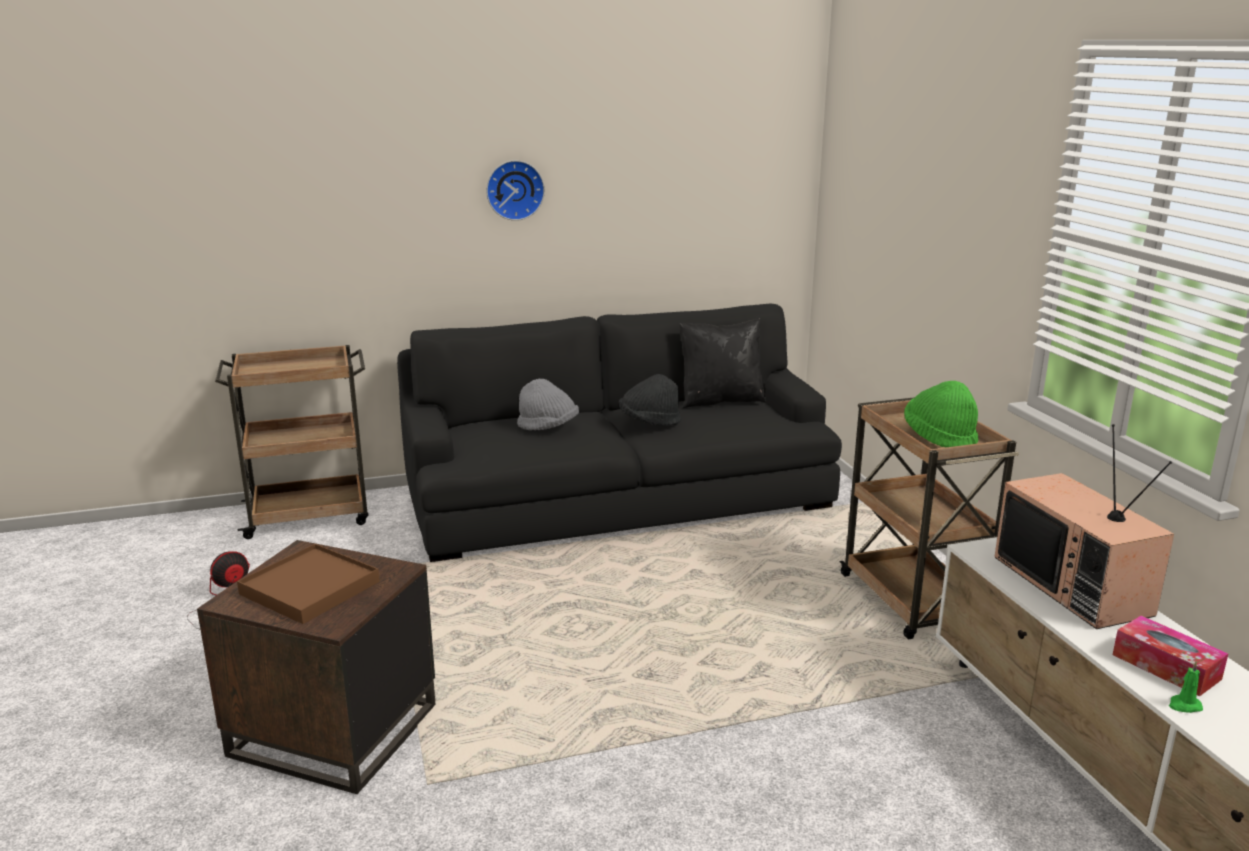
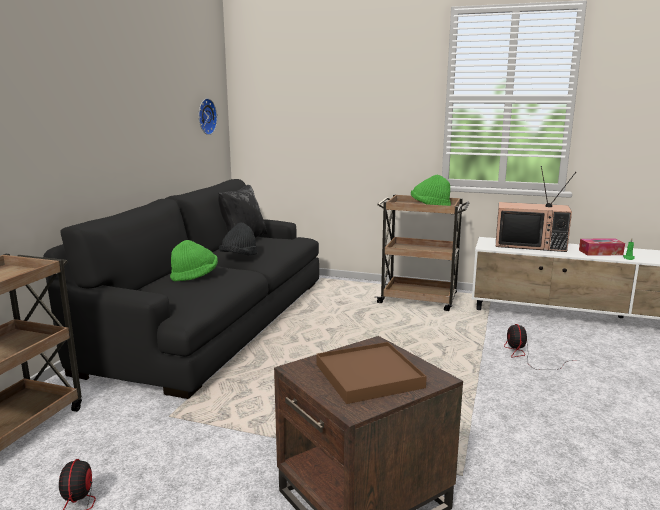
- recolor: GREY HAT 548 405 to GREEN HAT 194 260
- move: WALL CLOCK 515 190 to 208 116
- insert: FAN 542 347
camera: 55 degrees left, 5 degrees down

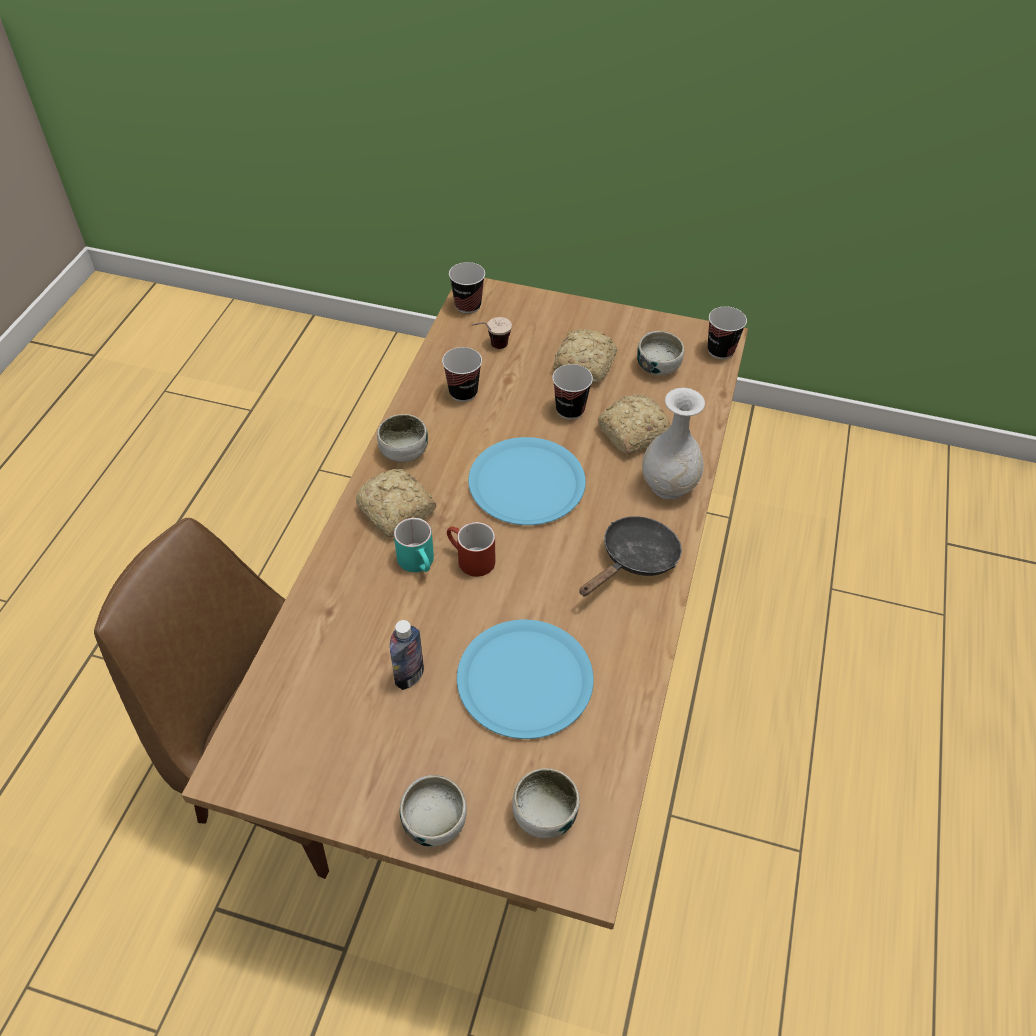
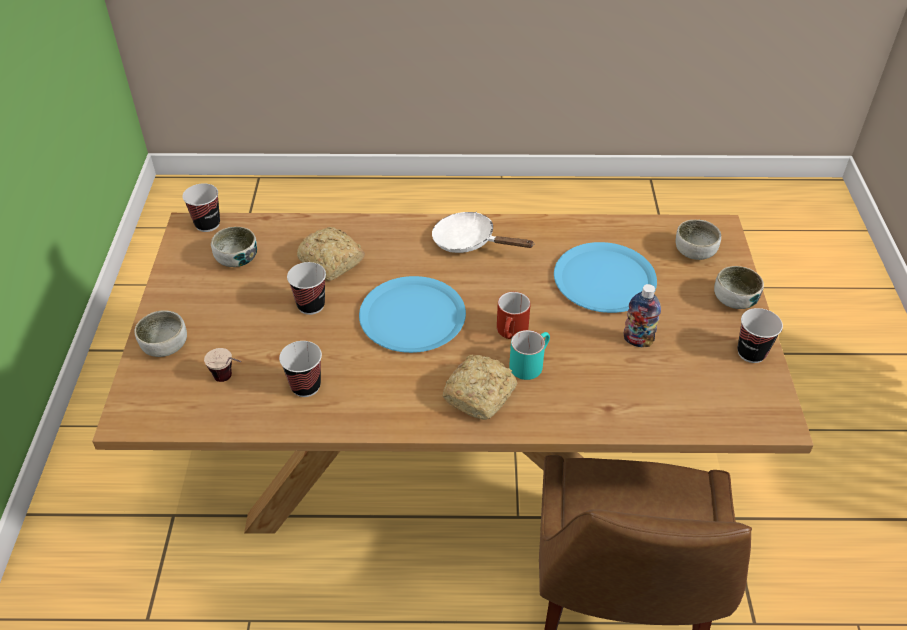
- move: BOWL 402 438 to 161 333
- recolor: BLACK FRYING PAN 630 556 to WHITE FRYING PAN 483 232
- move: CUP 467 288 to 760 335
- delete: BREAD 585 356
- delete: WHITE VASE 673 443
camera: 105 degrees left, 5 degrees down

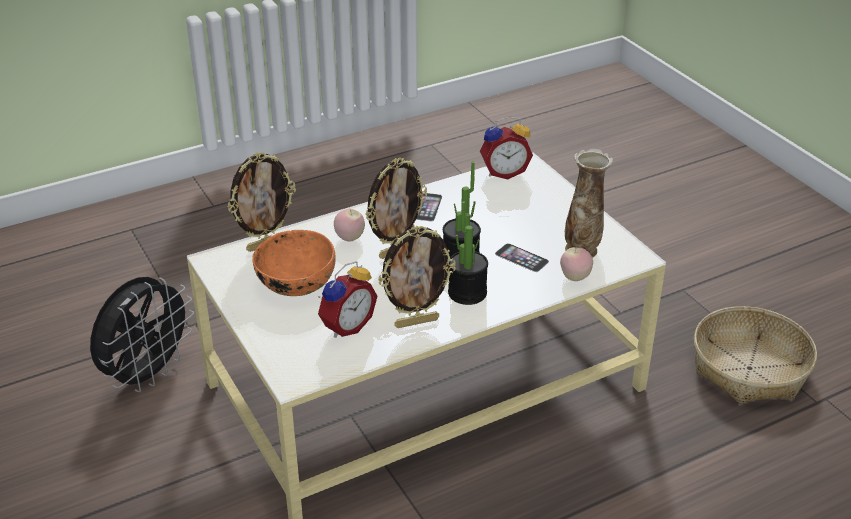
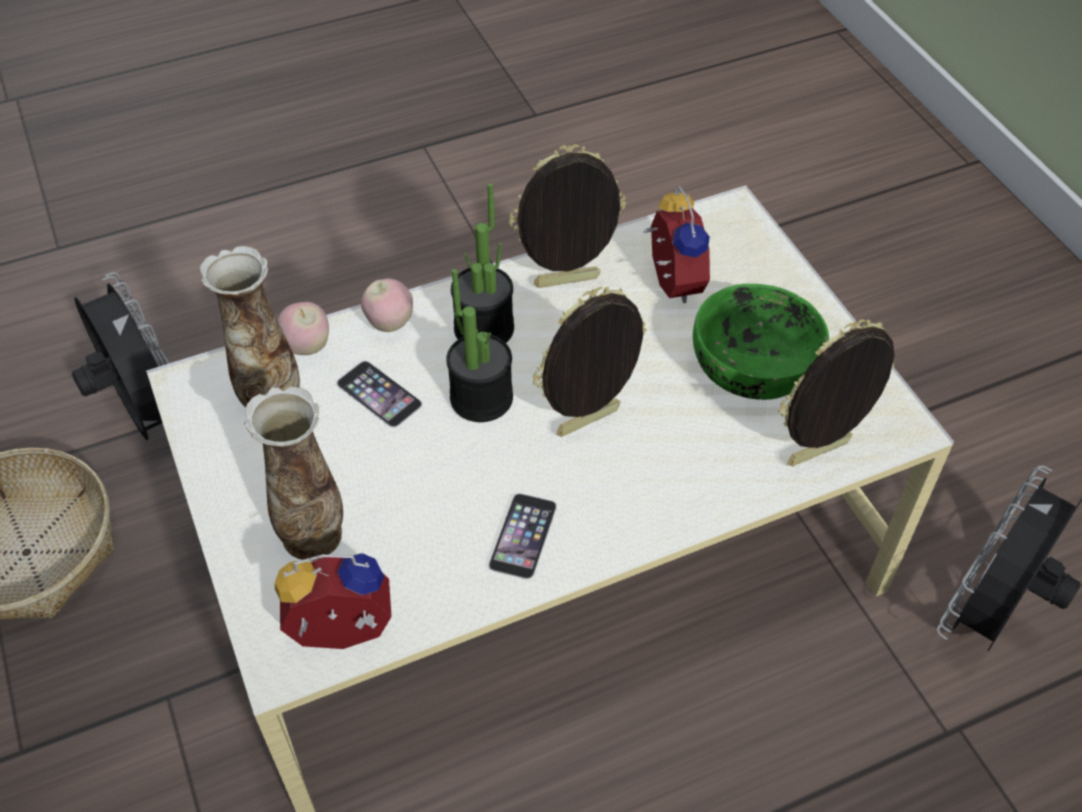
- insert: BLACK FAN 120 356
- insert: VASE 293 474
- move: APPLE 349 225 to 387 305
- rotate: ALARM CLOCK 348 299 = 677 245 120 degrees clockwise
- recolor: ORANGE BOWL 293 263 to GREEN BOWL 761 342
camera: 175 degrees left, 15 degrees up

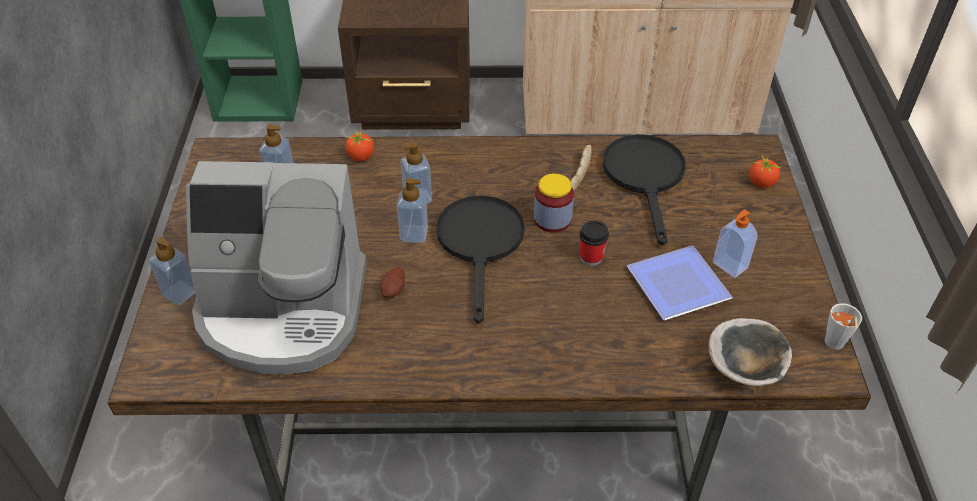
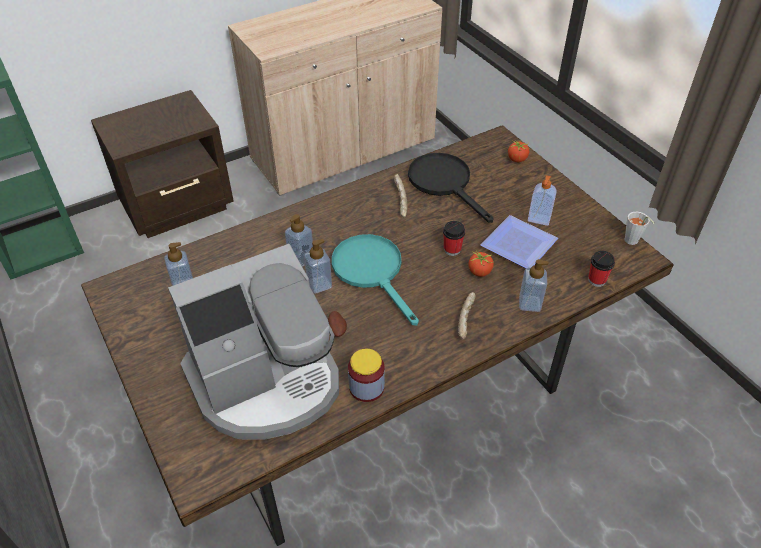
- recolor: BLACK FRYING PAN 480 259 to TURQUOISE FRYING PAN 375 280
- move: JAR 554 202 to 366 375
- insert: BREAD 466 315
- move: TOMATO 359 146 to 481 263
- move: SOAP DISPENSER 172 271 to 534 285
- replace: BOWL 750 352 to CUP 601 269
camera: 30 degrees left, 0 degrees up

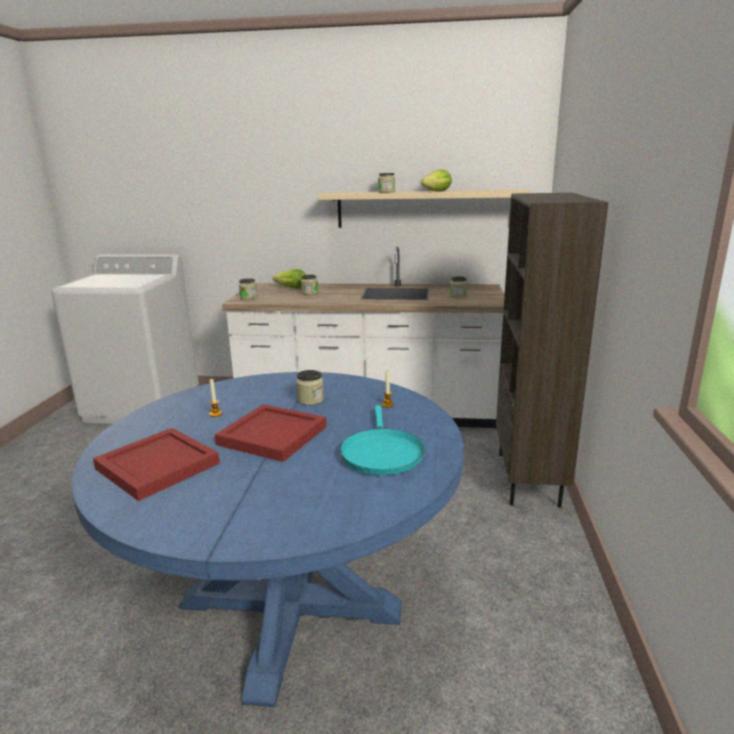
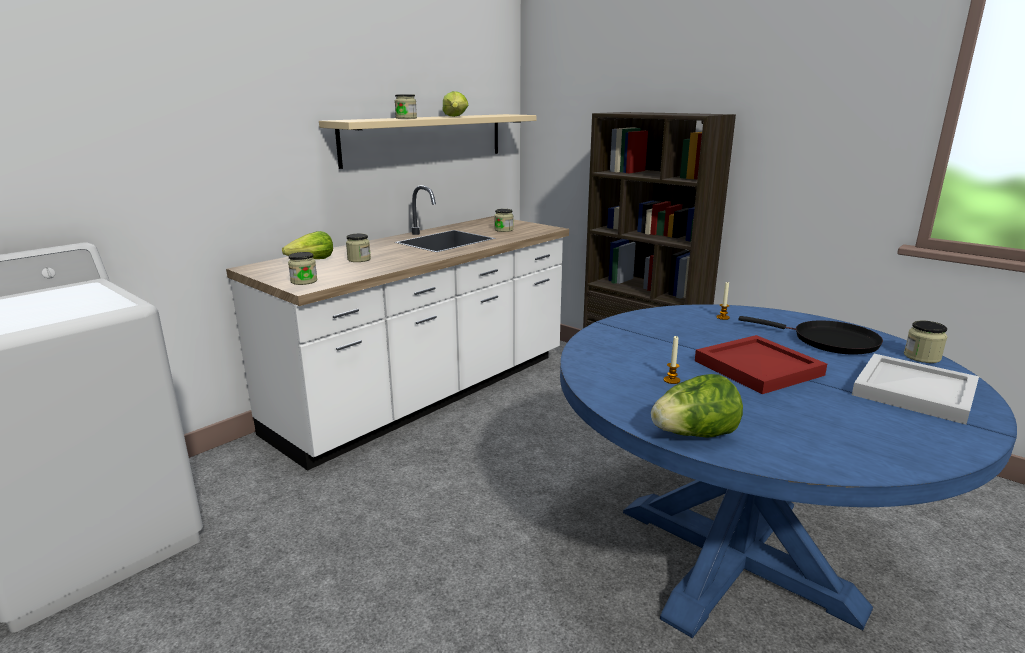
- insert: LETTUCE 697 406
- recolor: TURQUOISE FRYING PAN 382 440 to BLACK FRYING PAN 810 335
- insert: WHITE TRAY 915 389
- move: JAR 310 387 to 925 341
- delete: RED TRAY 156 464
camera: 55 degrees left, 0 degrees up

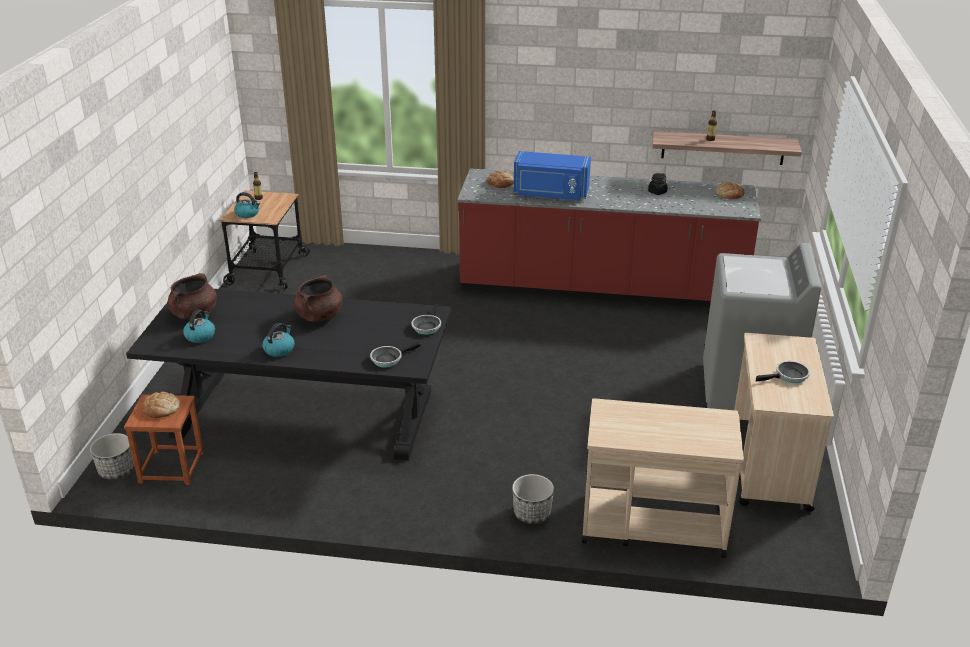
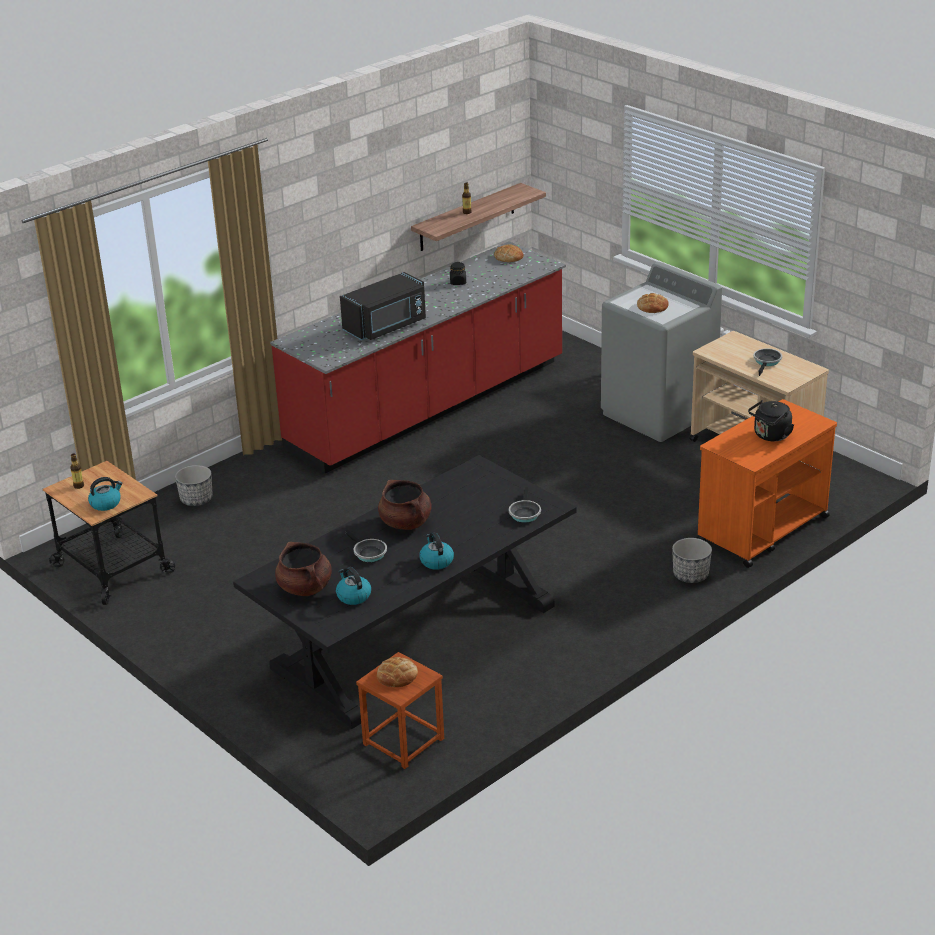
- move: PLANTER 112 456 to 194 485
- recolor: BLUE MICROWAVE 552 175 to BLACK MICROWAVE 383 306
- move: FRYING PAN 426 319 to 366 546
- move: BREAD 500 179 to 653 303
- recolor: BEIGE CART 663 478 to ORANGE CART 767 483
- insert: BLACK KETTLE 771 420
camera: 50 degrees left, 0 degrees up

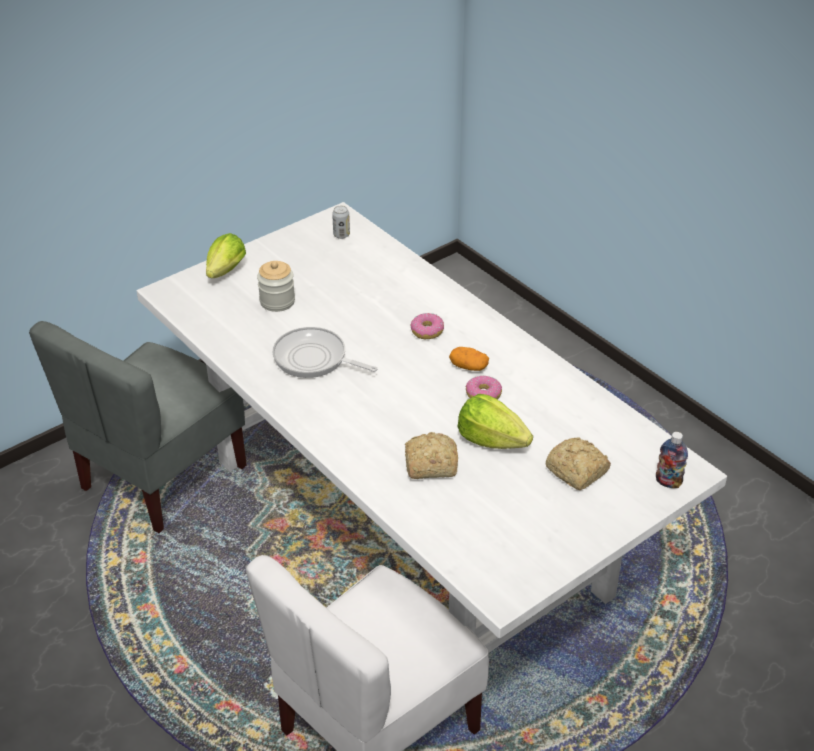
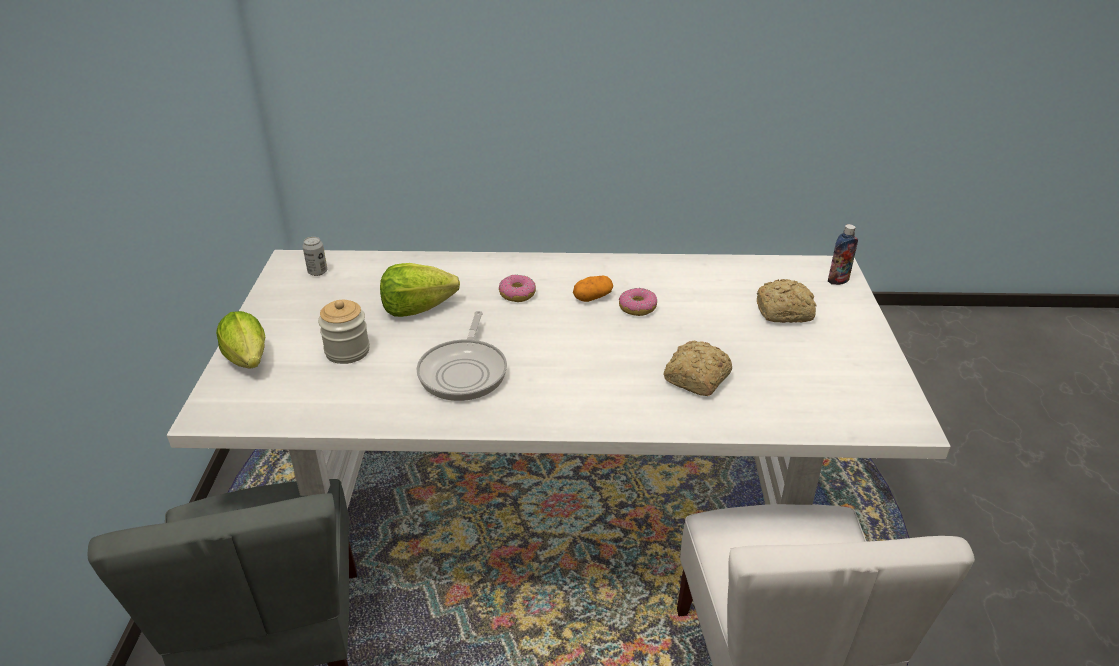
- move: LETTUCE 495 421 to 420 290
- rotate: FRYING PAN 325 352 = 462 356 60 degrees counterclockwise
camera: 50 degrees left, 5 degrees down

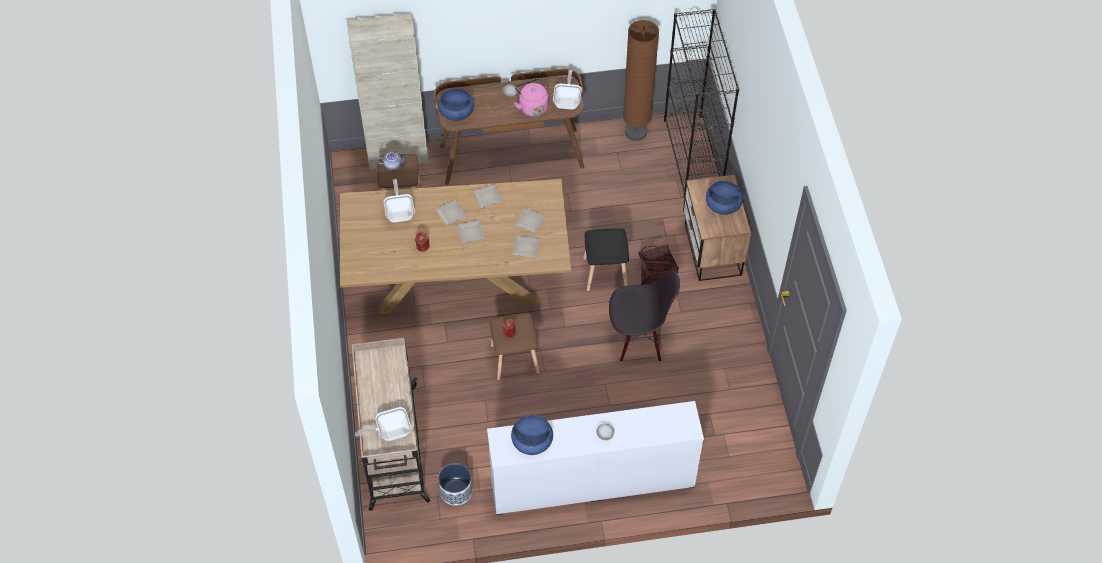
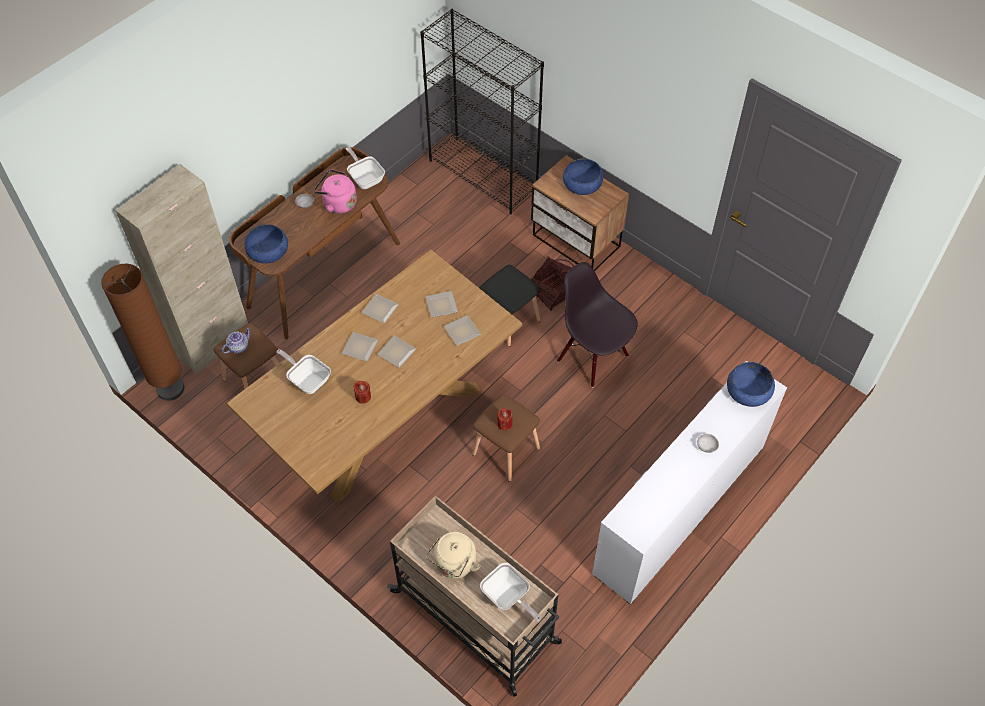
- move: BROWN FLOOR LAMP 641 80 to 142 332
- insert: BEIGE KETTLE 453 555
- rotate: FRYING PAN 383 424 = 510 592 75 degrees counterclockwise
- rotate: BLACK CHAIR 644 316 = 597 324 90 degrees counterclockwise
- move: BLUE BOWL 532 435 to 751 384
- delete: PLANTER 455 484
camera: 40 degrees left, 0 degrees up

